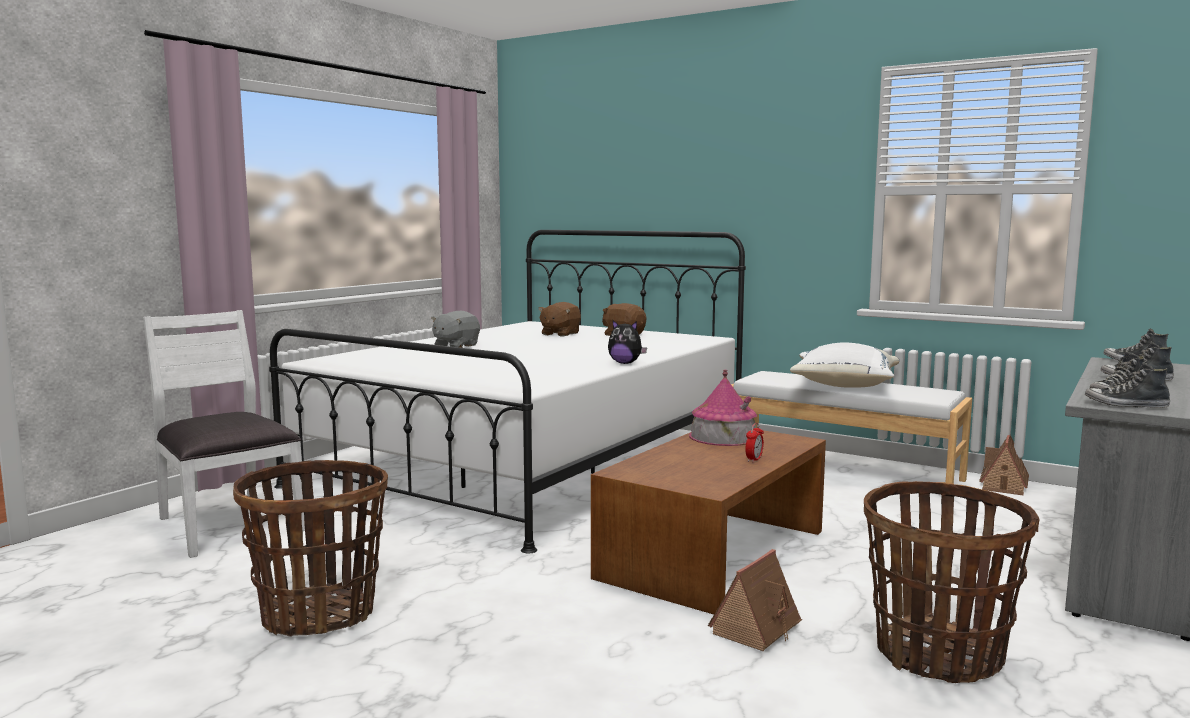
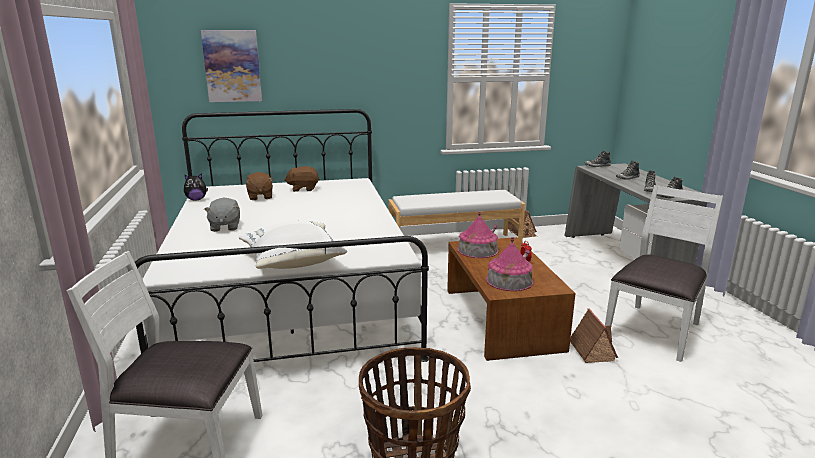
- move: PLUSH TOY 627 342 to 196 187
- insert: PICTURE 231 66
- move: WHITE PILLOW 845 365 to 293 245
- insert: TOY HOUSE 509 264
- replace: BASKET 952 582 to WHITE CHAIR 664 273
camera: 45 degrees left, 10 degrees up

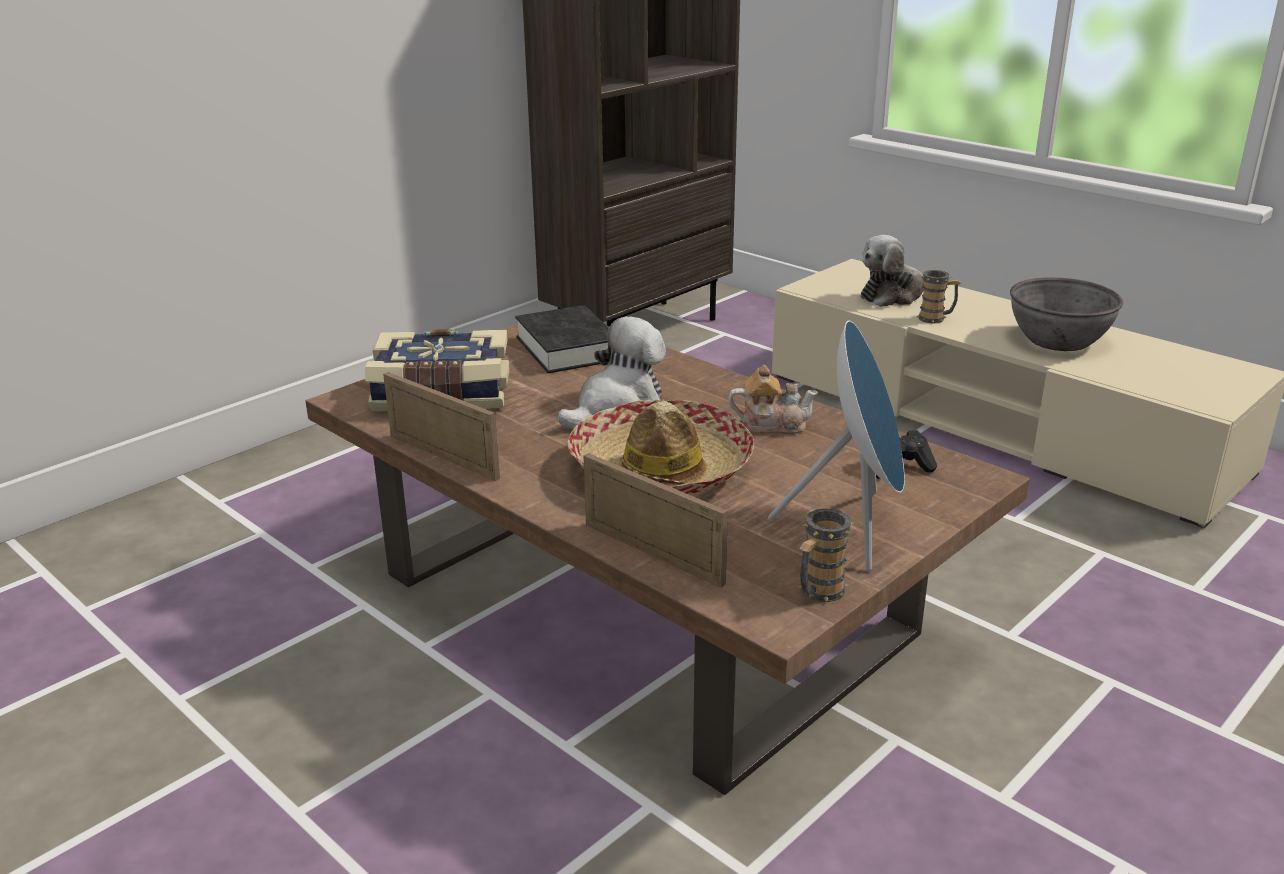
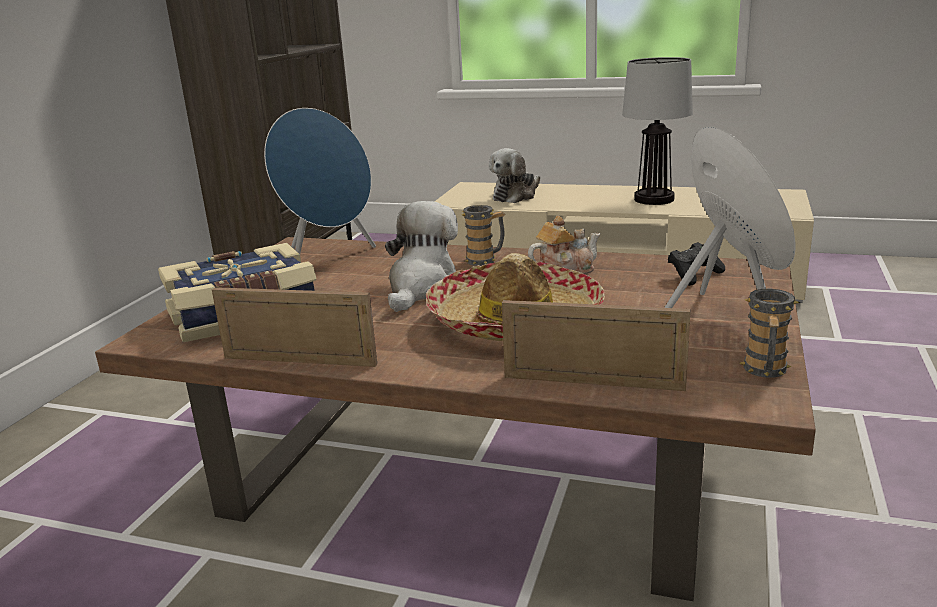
- replace: BLACK BOOK 562 339 to BLUE SPEAKER 320 181
- move: MUG 939 296 to 484 235
- replace: GREY BOWL 1066 314 to TABLE LAMP 657 131
camera: 25 degrees left, 5 degrees down

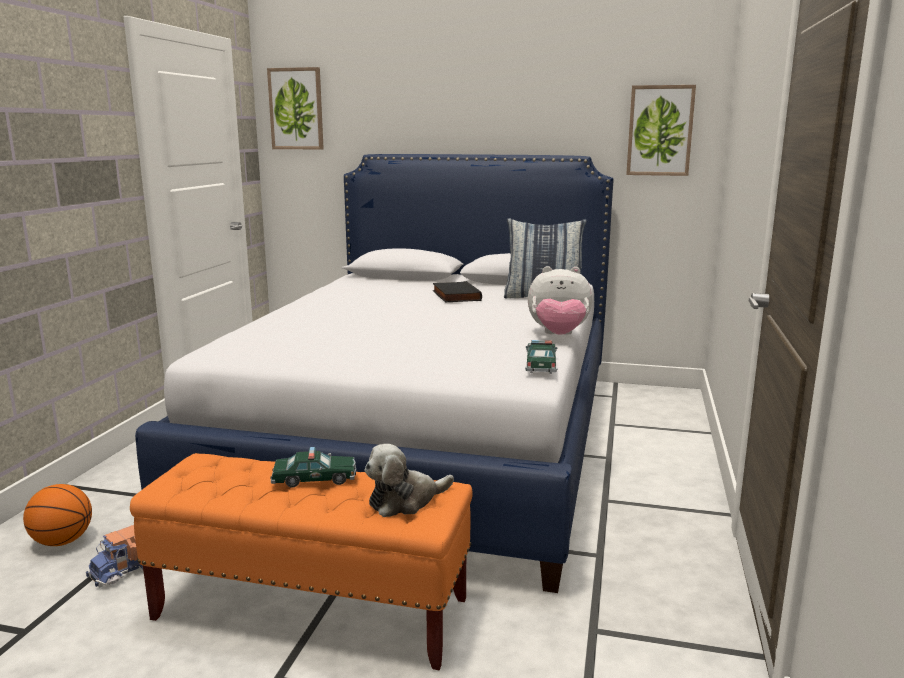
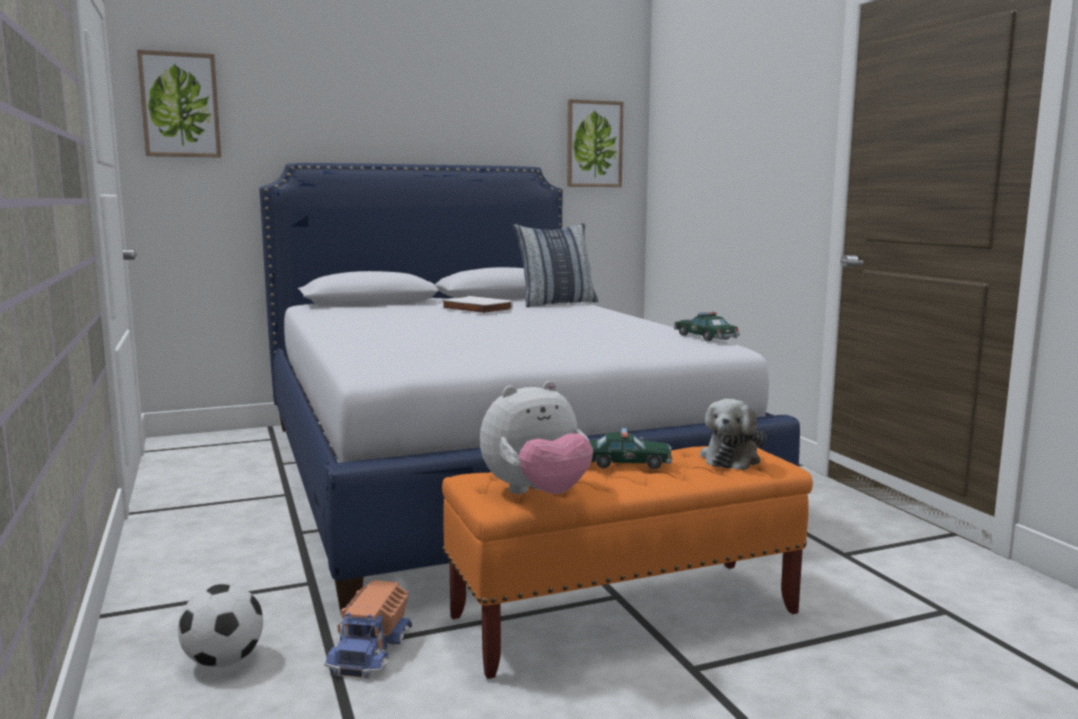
- replace: BASKETBALL 57 515 to FOOTBALL 220 625
- recolor: BLACK BOOK 457 291 to WHITE BOOK 477 305
- move: PLUSH TOY 560 300 to 536 437
- rotate: TOY CAR 314 467 = 630 448 45 degrees clockwise
camera: 35 degrees left, 5 degrees down

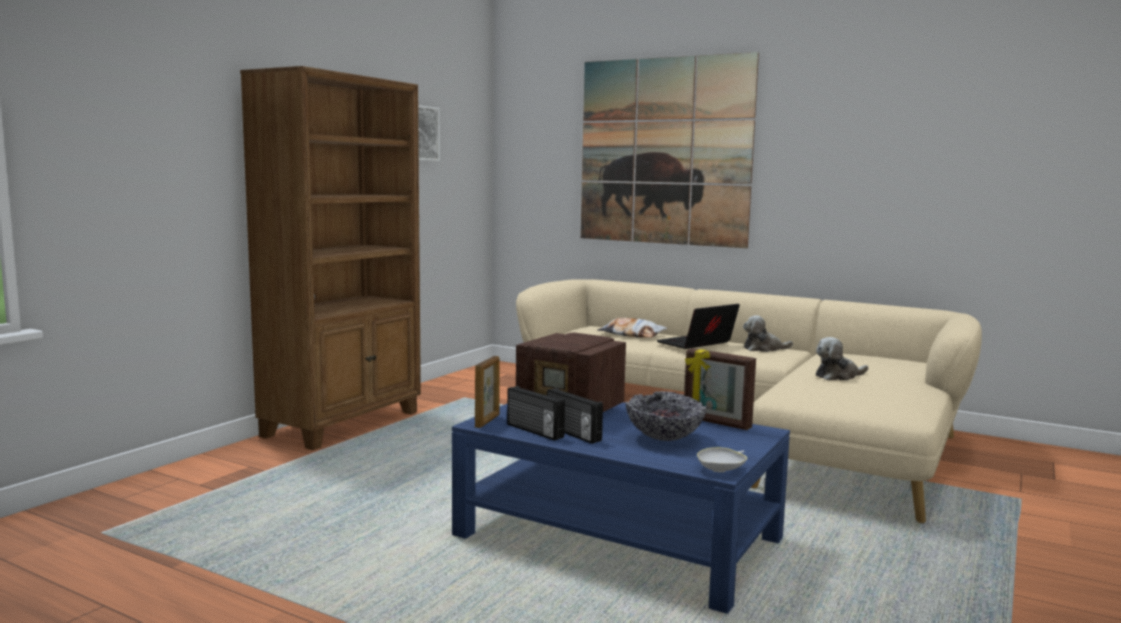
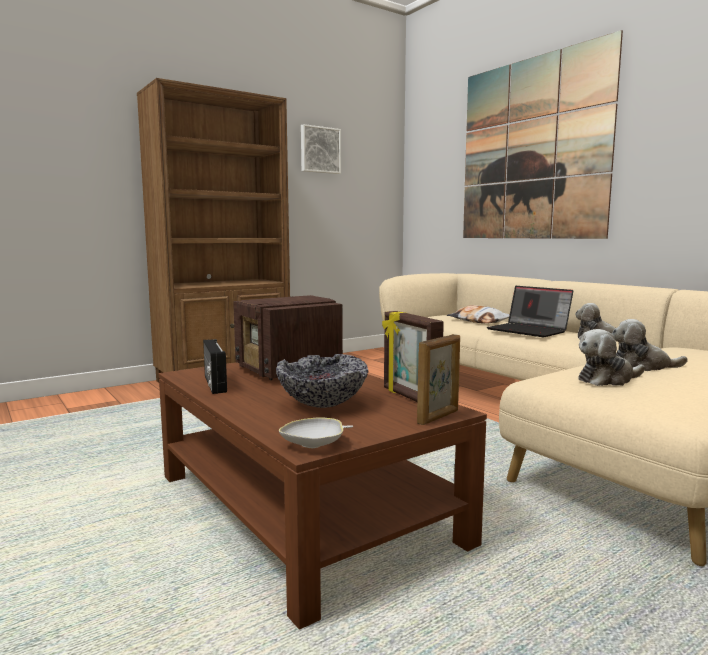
- recolor: BLUE COFFEE TABLE 621 508 to BROWN COFFEE TABLE 322 496
- move: PICTURE FRAME 487 392 to 438 379
- rotate: LAPTOP 698 326 = 530 311 120 degrees counterclockwise
- insert: PLUSH TOY 611 357
- delete: RADIO 575 416
camera: 25 degrees right, 0 degrees up

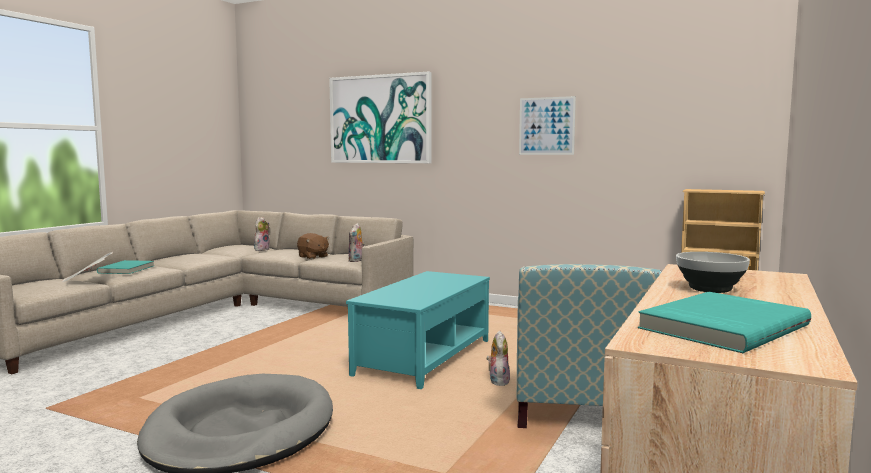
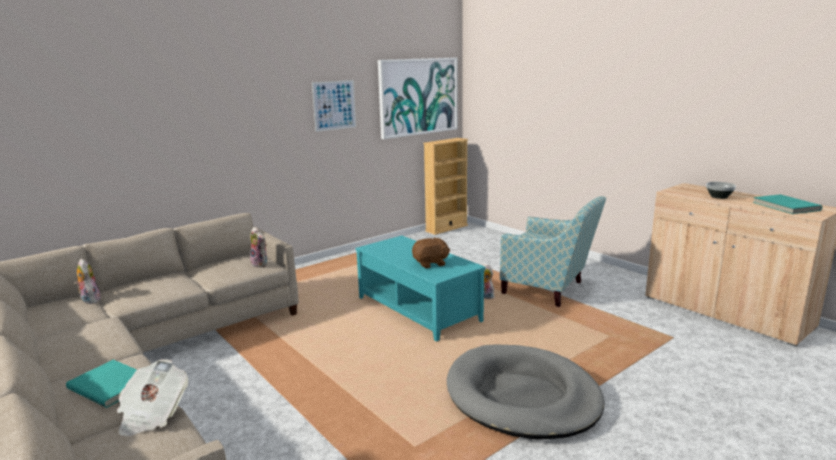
- move: PICTURE 380 117 to 418 98
- move: BROWN PLUSH TOY 313 246 to 431 253
camera: 65 degrees left, 10 degrees up

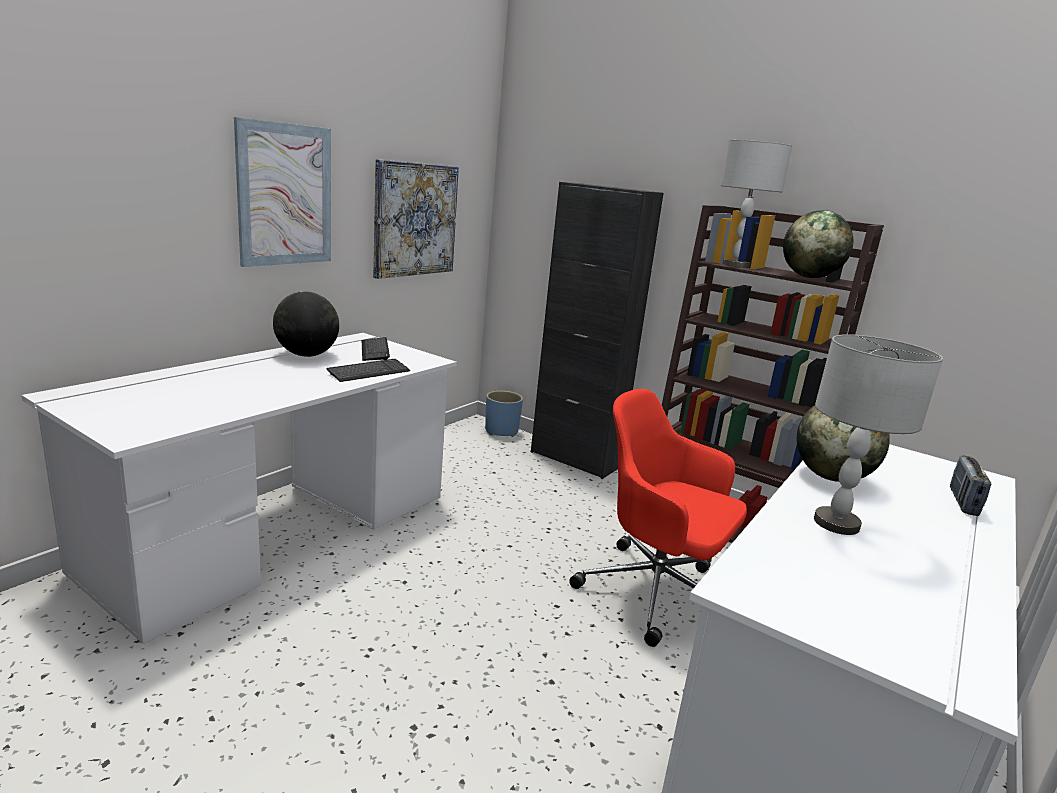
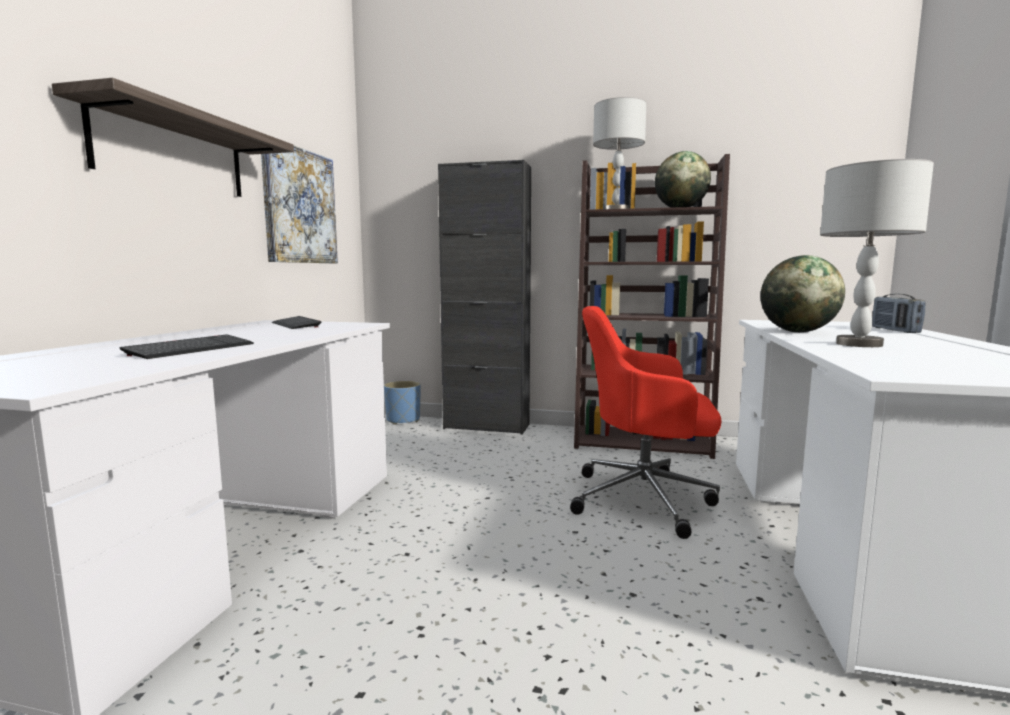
- replace: PICTURE 282 192 to SHELF 173 137
- move: KEYBOARD 368 370 to 187 347
- delete: GLOBE 306 324
camera: 20 degrees left, 10 degrees down

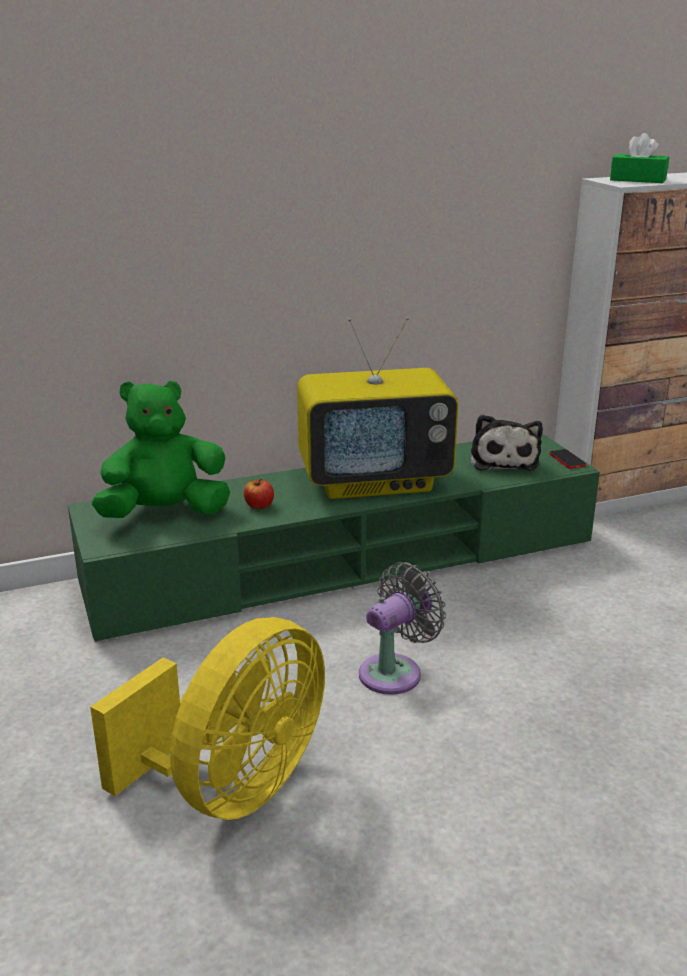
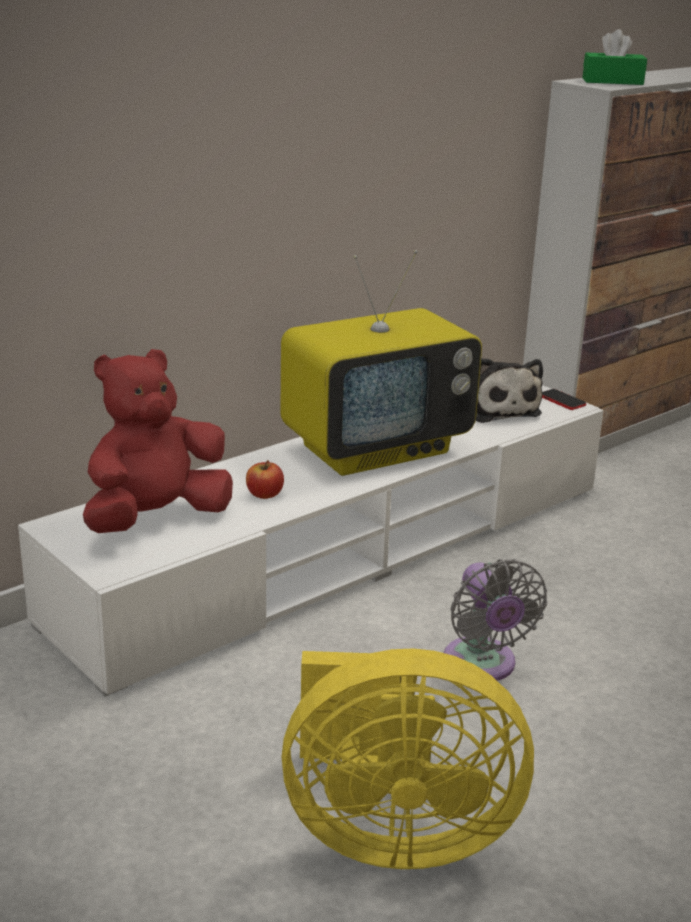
- recolor: GREEN TV STAND 334 538 to WHITE TV STAND 311 541
- recolor: GREEN PLUSH TOY 160 449 to RED PLUSH TOY 158 441
- rotate: YELLOW FAN 207 718 = 408 758 75 degrees clockwise
- rotate: GREY FAN 402 628 = 495 620 135 degrees clockwise
camera: 20 degrees left, 0 degrees up

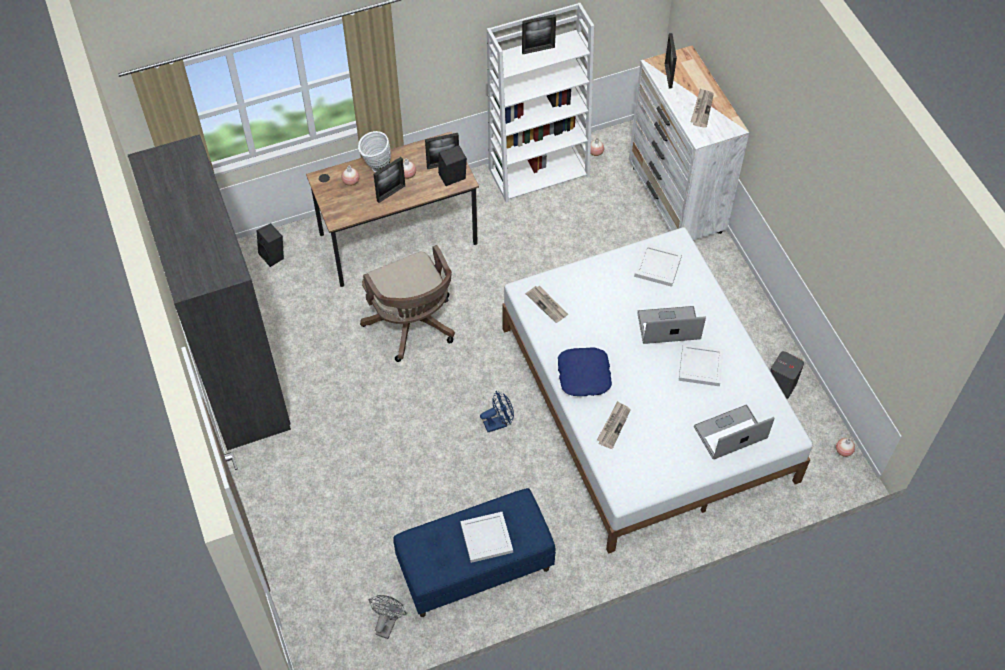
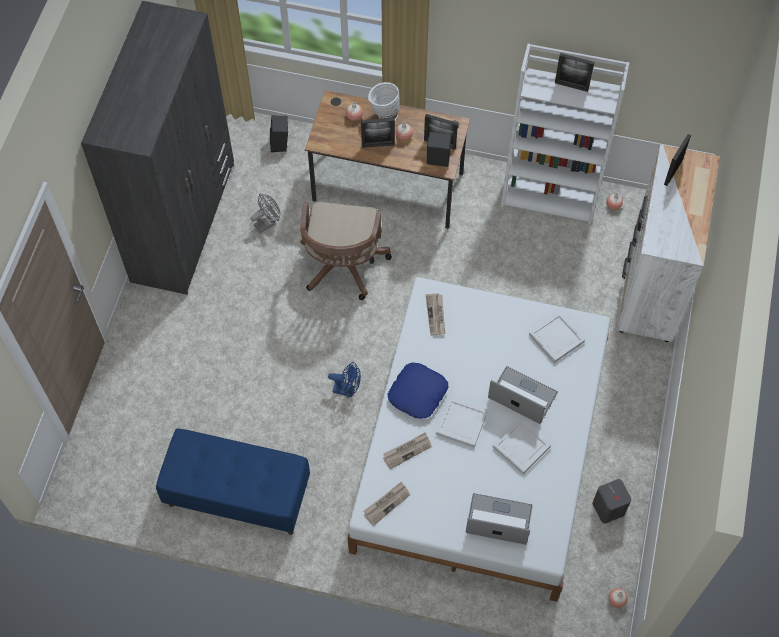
- move: GREY FAN 388 617 to 265 213
- move: NEWSPAPER 702 108 to 386 503
- move: WHITE TRAY 486 537 to 462 422
camera: 35 degrees right, 5 degrees up

